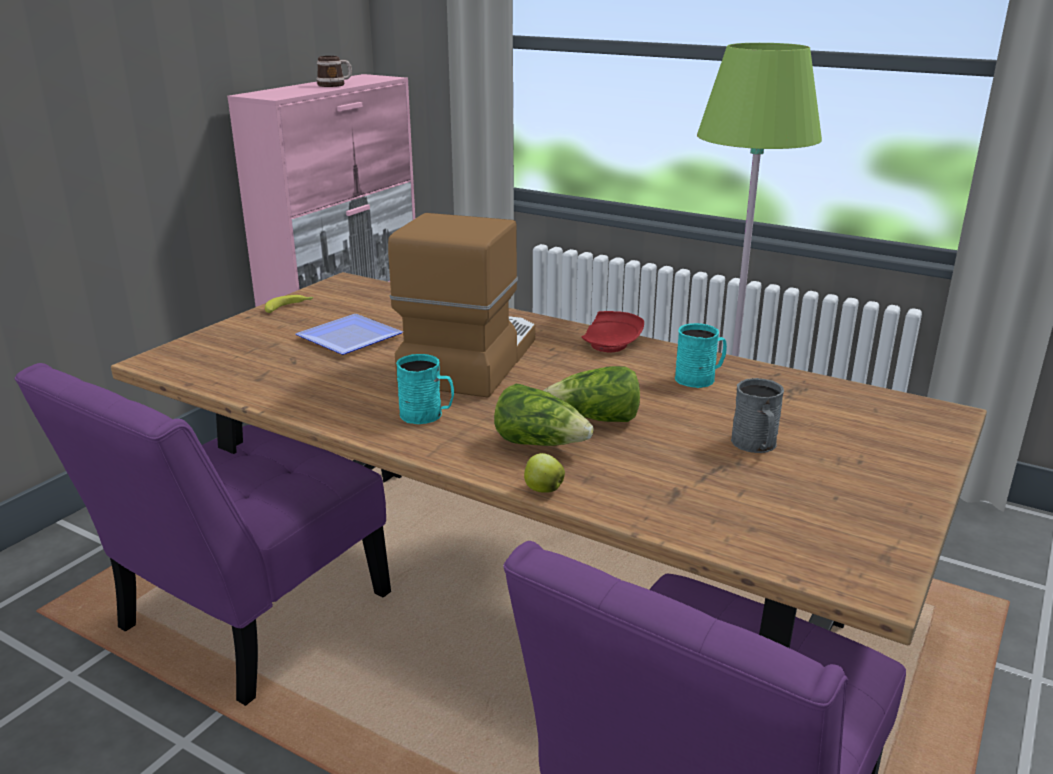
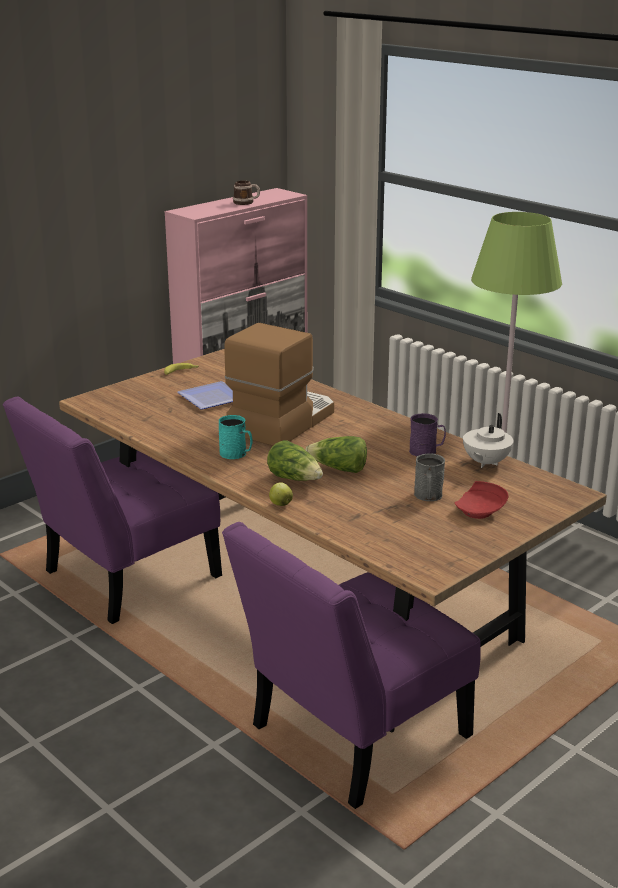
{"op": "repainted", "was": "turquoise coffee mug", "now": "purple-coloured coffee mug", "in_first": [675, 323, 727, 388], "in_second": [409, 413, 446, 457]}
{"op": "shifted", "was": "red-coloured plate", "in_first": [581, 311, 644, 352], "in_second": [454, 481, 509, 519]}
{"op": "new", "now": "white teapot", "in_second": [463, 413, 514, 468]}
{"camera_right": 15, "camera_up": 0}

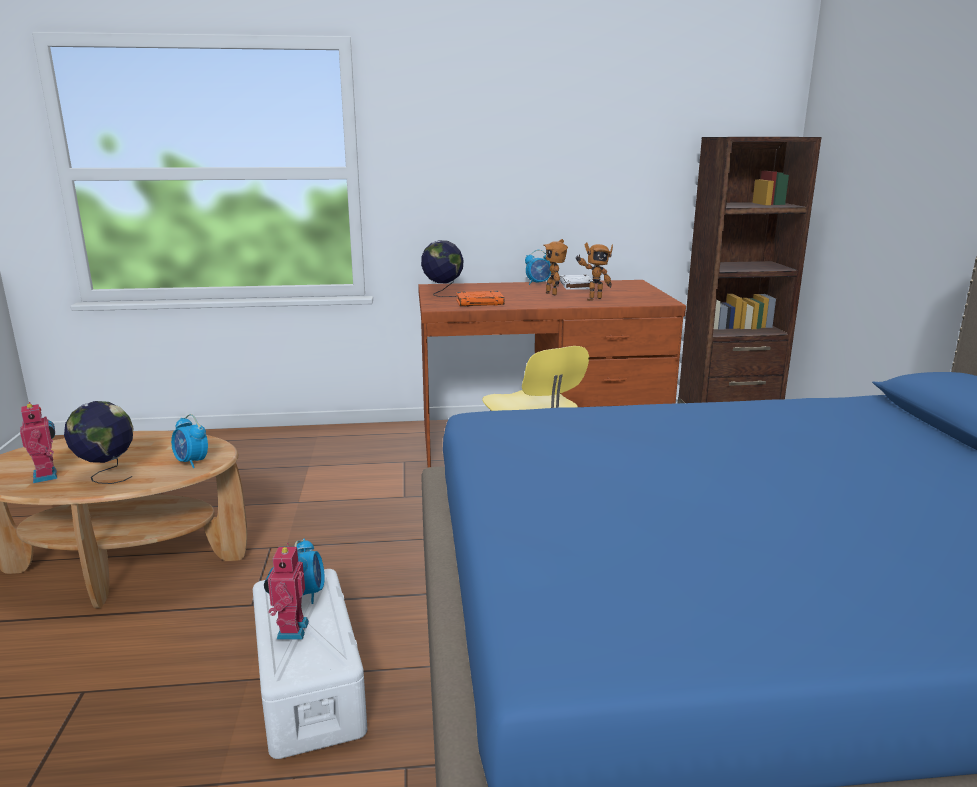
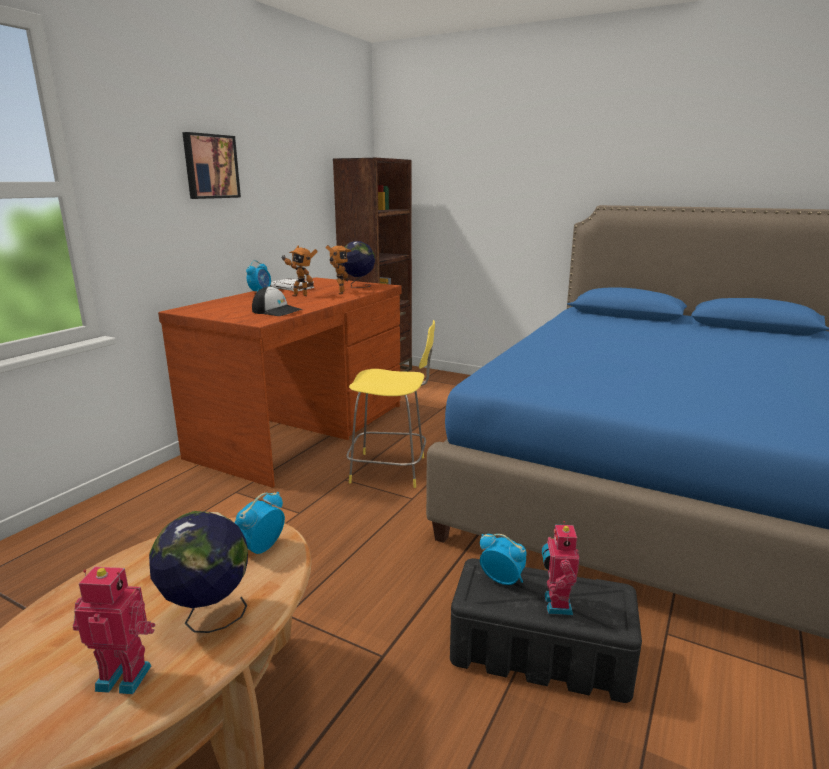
{"op": "new", "now": "picture", "in_second": [182, 132, 241, 199]}
{"op": "rotated", "was": "bedside clock", "in_first": [171, 414, 208, 468], "in_second": [234, 492, 285, 554], "clockwise": 135}
{"op": "swapped", "was": "orangey book", "now": "baseball cap", "in_first": [456, 291, 505, 306], "in_second": [252, 286, 303, 316]}
{"op": "shifted", "was": "world globe", "in_first": [421, 240, 463, 297], "in_second": [341, 241, 375, 288]}
{"op": "repainted", "was": "white storage container", "now": "blackish storage container", "in_first": [253, 569, 367, 759], "in_second": [450, 558, 642, 703]}
{"op": "rotated", "was": "model robot", "in_first": [264, 543, 309, 640], "in_second": [542, 521, 580, 615], "clockwise": 60}
{"camera_right": -55, "camera_up": 0}

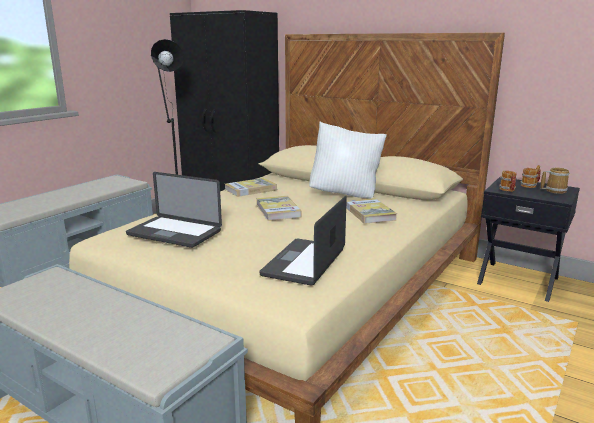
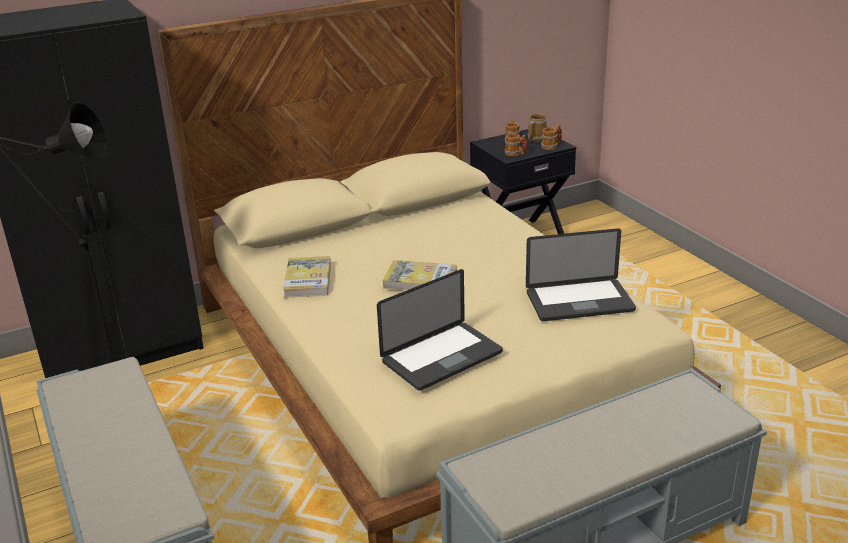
{"op": "rotated", "was": "laptop", "in_first": [260, 196, 347, 286], "in_second": [526, 228, 636, 321], "clockwise": -60}
{"op": "new", "now": "coffee mug", "in_second": [541, 124, 562, 150]}
{"op": "gone", "was": "white cushion", "in_first": [309, 122, 387, 198]}
{"op": "gone", "was": "book", "in_first": [346, 198, 397, 224]}
{"camera_right": -60, "camera_up": 10}

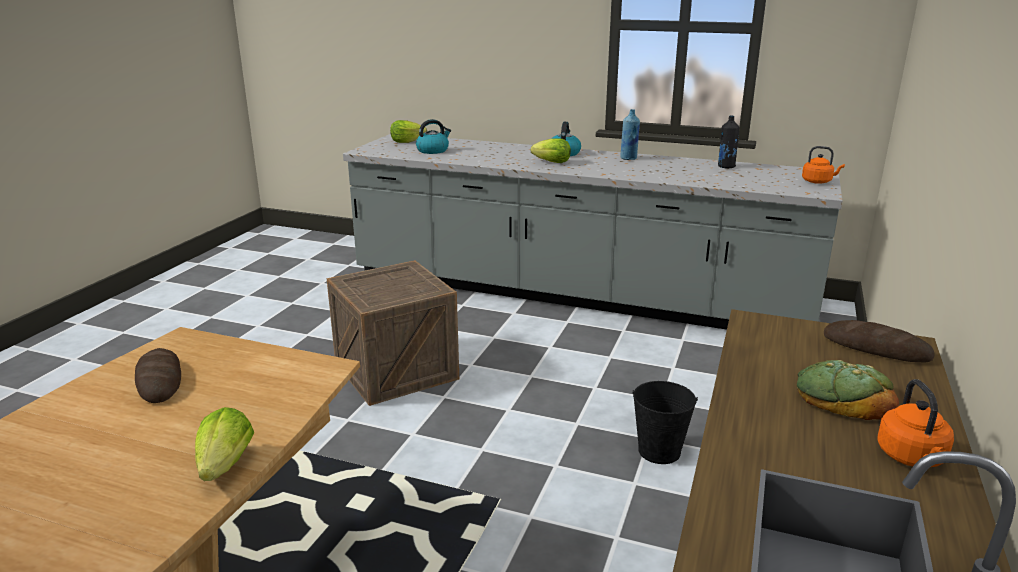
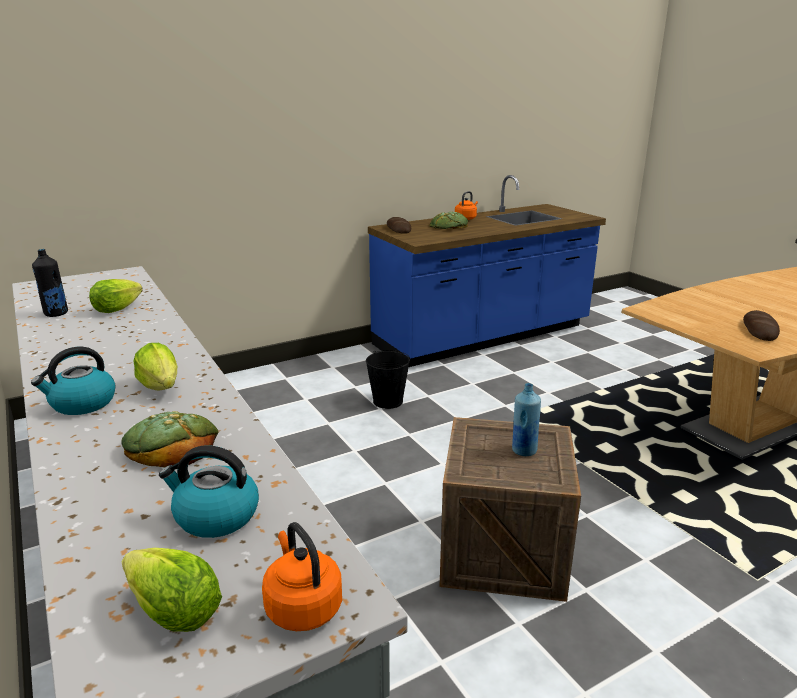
{"op": "shifted", "was": "head of lettuce", "in_first": [195, 407, 254, 481], "in_second": [89, 279, 143, 313]}
{"op": "new", "now": "baked bread", "in_second": [121, 411, 218, 468]}
{"op": "shifted", "was": "orangey tea kettle", "in_first": [802, 146, 845, 184], "in_second": [262, 522, 342, 631]}
{"op": "shifted", "was": "blue-coloured drink bottle", "in_first": [620, 109, 640, 160], "in_second": [512, 383, 541, 456]}
{"camera_right": -140, "camera_up": 0}

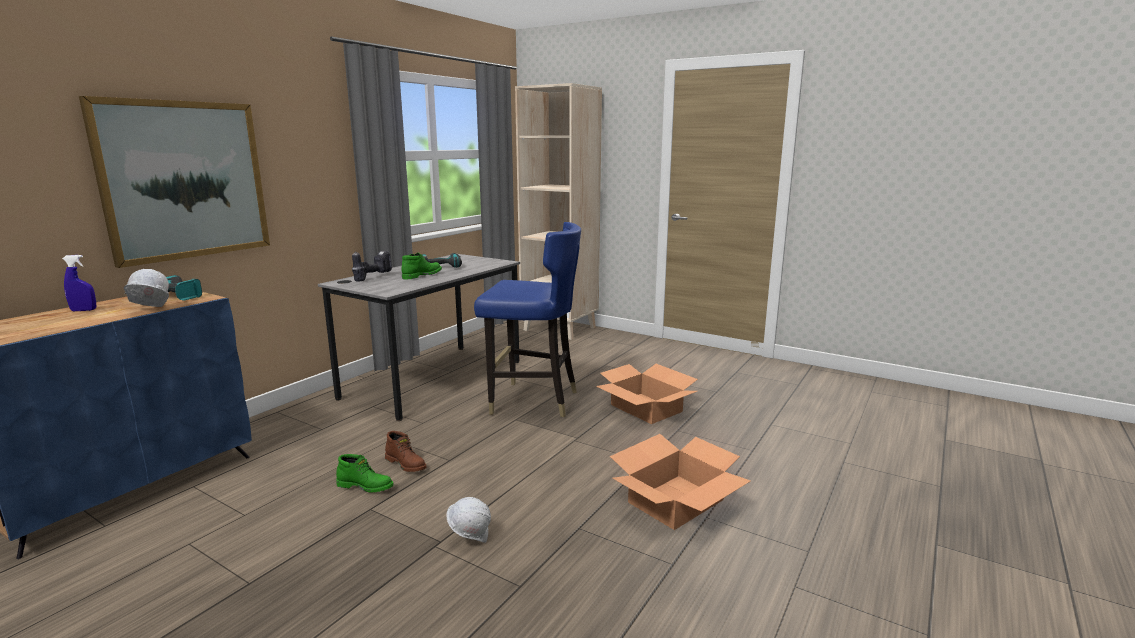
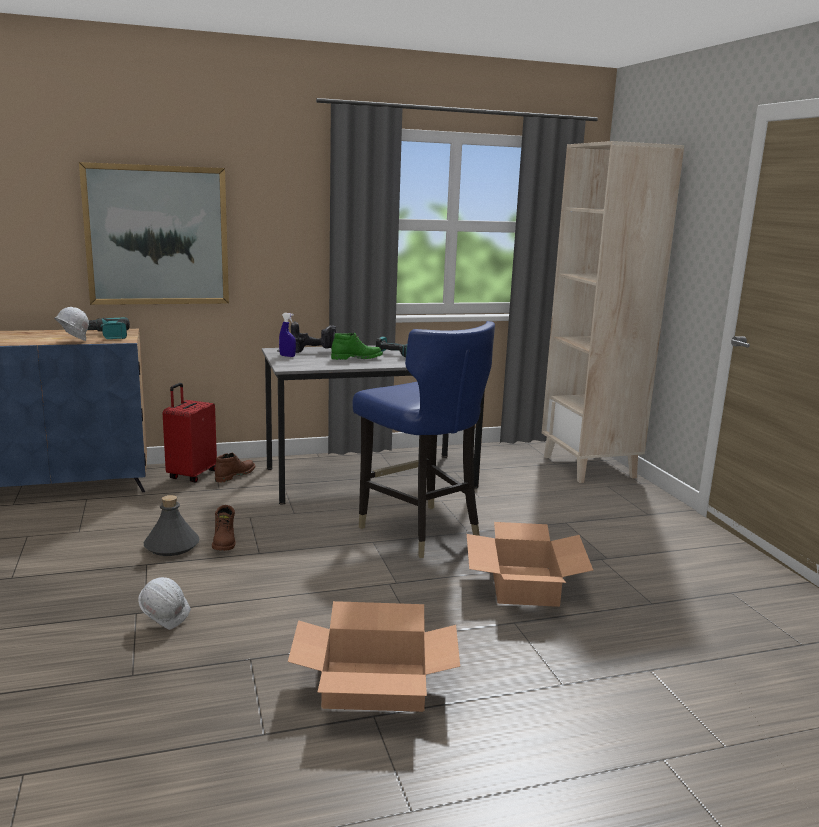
{"op": "swapped", "was": "green-coloured boot", "now": "gray drink bottle", "in_first": [336, 454, 394, 493], "in_second": [144, 495, 200, 556]}
{"op": "new", "now": "red-coloured suitcase", "in_second": [163, 383, 217, 482]}
{"op": "new", "now": "brownish boot", "in_second": [215, 453, 256, 483]}
{"op": "shifted", "was": "blue-coloured hand sprayer", "in_first": [62, 255, 97, 311], "in_second": [279, 313, 296, 357]}
{"camera_right": 40, "camera_up": 0}

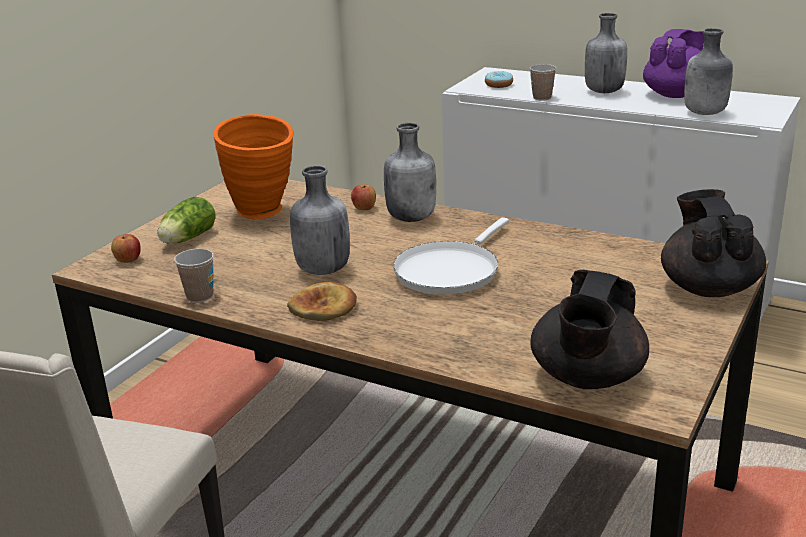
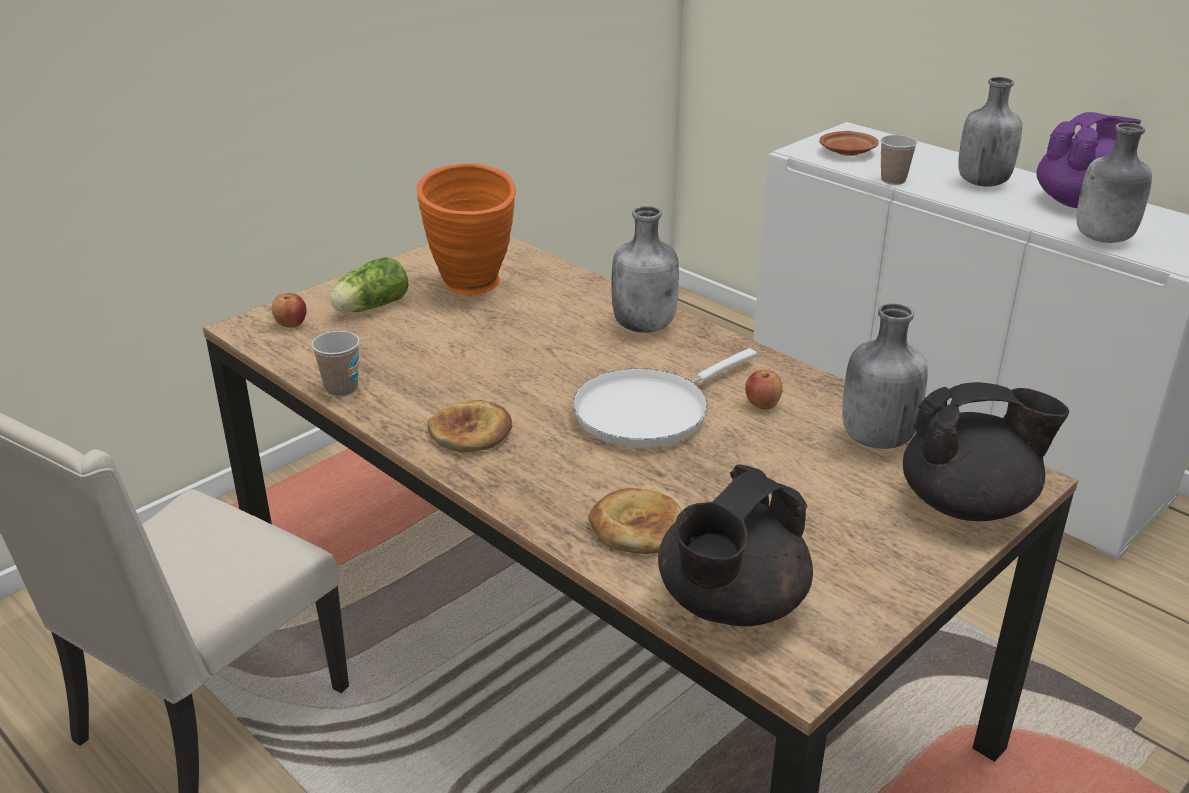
{"op": "new", "now": "baked bread", "in_second": [588, 488, 682, 554]}
{"op": "shifted", "was": "apple", "in_first": [351, 184, 376, 210], "in_second": [745, 370, 782, 409]}
{"op": "swapped", "was": "doughnut", "now": "brownish plate", "in_first": [485, 71, 513, 88], "in_second": [819, 131, 879, 156]}
{"op": "shifted", "was": "gray drink bottle", "in_first": [290, 166, 350, 275], "in_second": [842, 303, 928, 449]}
{"op": "rotated", "was": "blackish teapot", "in_first": [661, 189, 766, 297], "in_second": [903, 382, 1069, 521], "clockwise": 75}
{"camera_right": 15, "camera_up": 5}

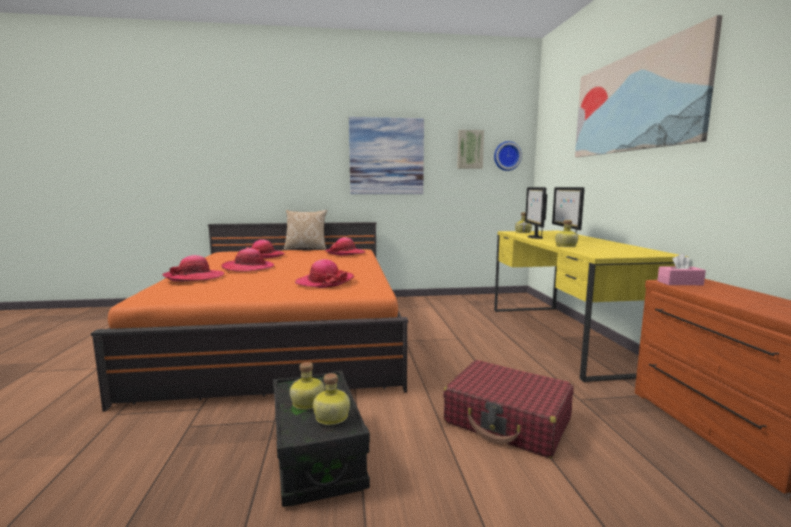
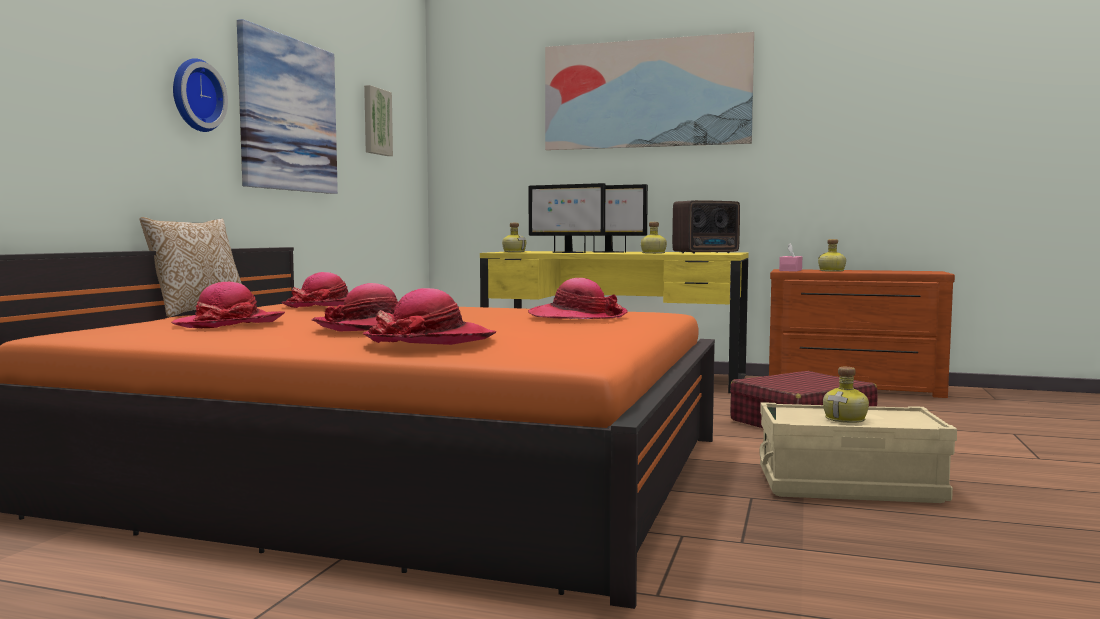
{"op": "shifted", "was": "hanging clock", "in_first": [494, 141, 522, 171], "in_second": [173, 58, 228, 132]}
{"op": "new", "now": "radio", "in_second": [672, 200, 740, 254]}
{"op": "repainted", "was": "blackish storage container", "now": "beige storage container", "in_first": [273, 371, 370, 507], "in_second": [759, 402, 957, 503]}
{"op": "shifted", "was": "drink bottle", "in_first": [313, 373, 350, 425], "in_second": [818, 239, 846, 272]}
{"camera_right": -65, "camera_up": -5}

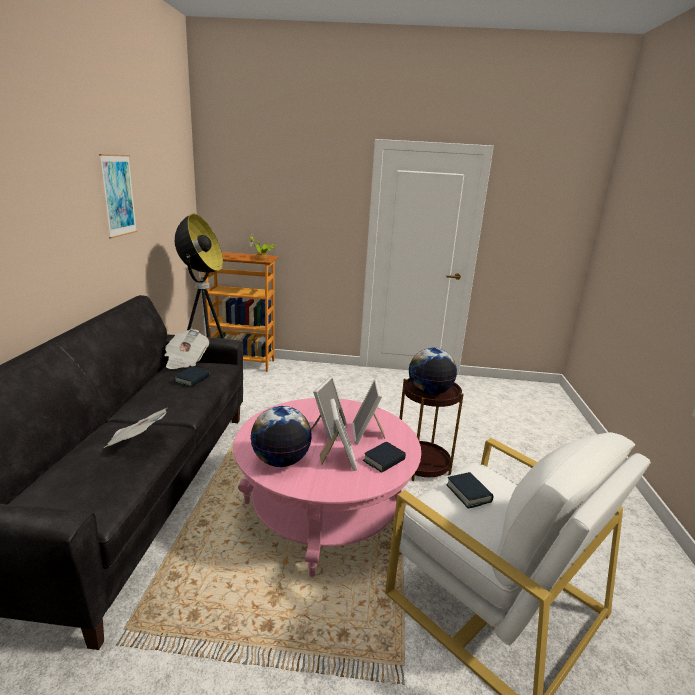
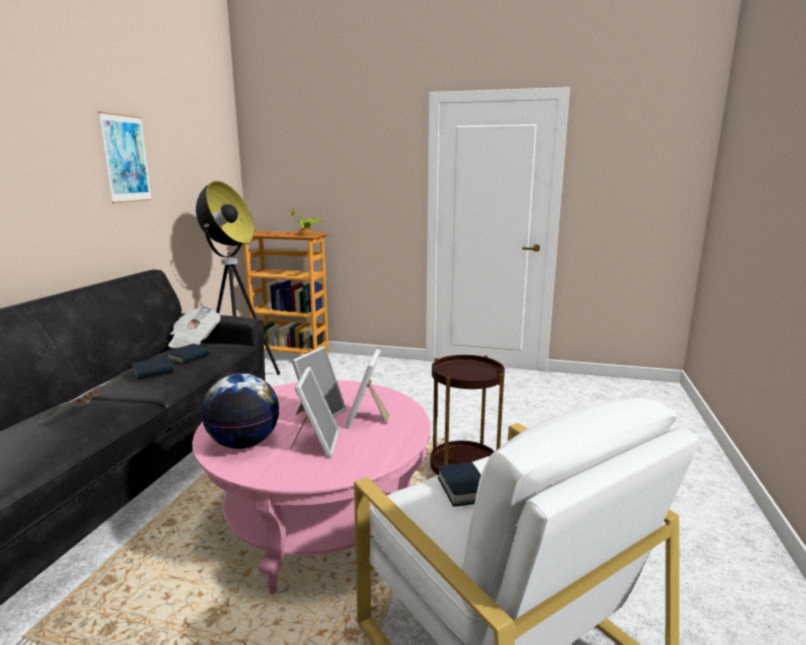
{"op": "shifted", "was": "book", "in_first": [363, 442, 406, 473], "in_second": [132, 357, 174, 379]}
{"op": "gone", "was": "world globe", "in_first": [409, 348, 457, 395]}
{"camera_right": 10, "camera_up": -5}

